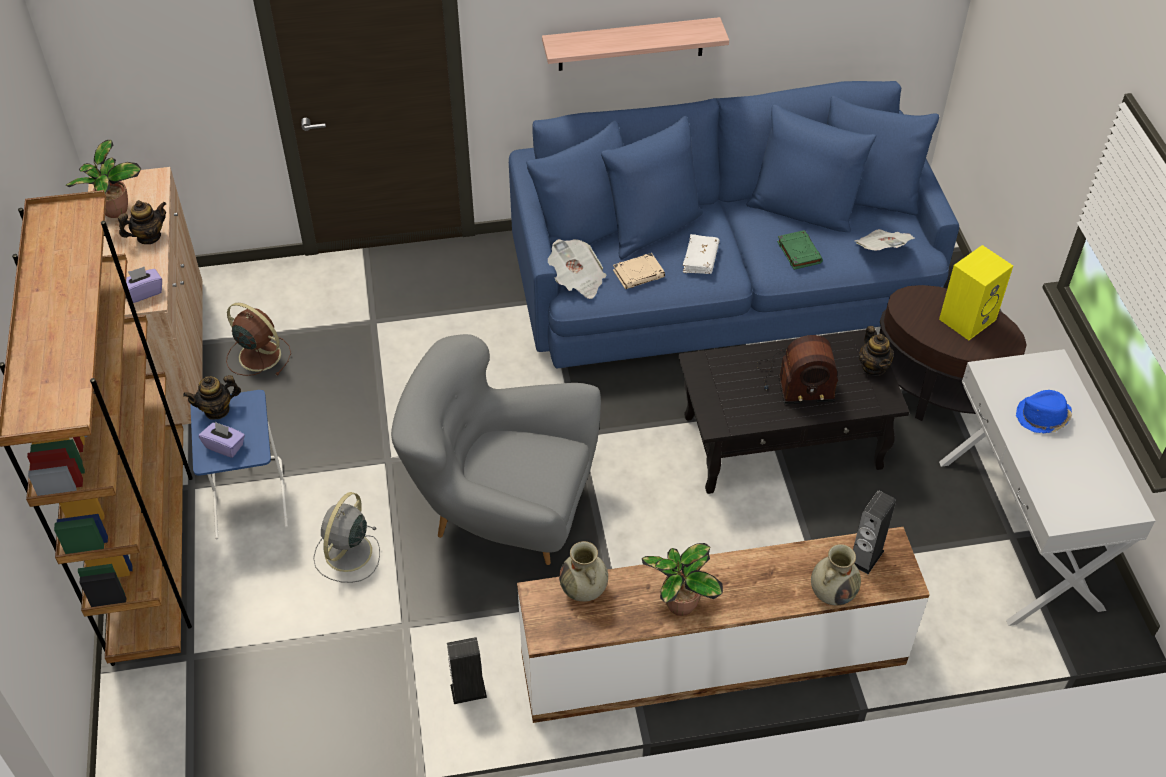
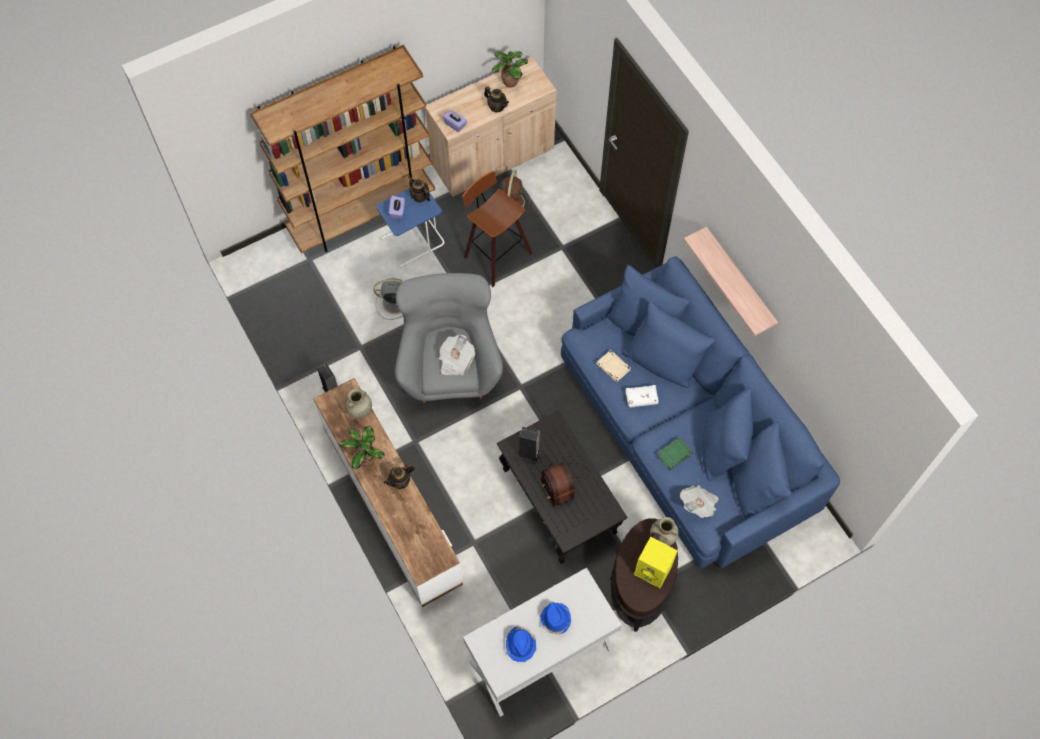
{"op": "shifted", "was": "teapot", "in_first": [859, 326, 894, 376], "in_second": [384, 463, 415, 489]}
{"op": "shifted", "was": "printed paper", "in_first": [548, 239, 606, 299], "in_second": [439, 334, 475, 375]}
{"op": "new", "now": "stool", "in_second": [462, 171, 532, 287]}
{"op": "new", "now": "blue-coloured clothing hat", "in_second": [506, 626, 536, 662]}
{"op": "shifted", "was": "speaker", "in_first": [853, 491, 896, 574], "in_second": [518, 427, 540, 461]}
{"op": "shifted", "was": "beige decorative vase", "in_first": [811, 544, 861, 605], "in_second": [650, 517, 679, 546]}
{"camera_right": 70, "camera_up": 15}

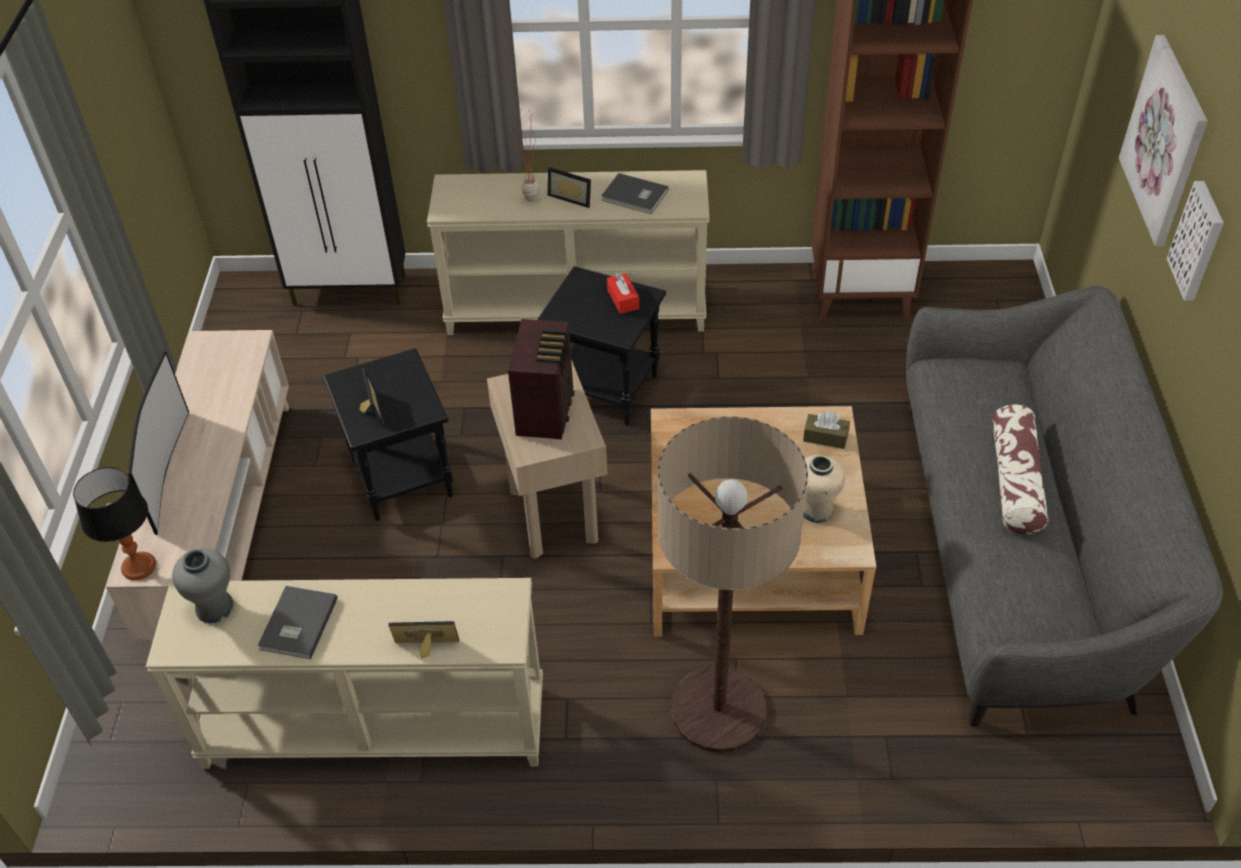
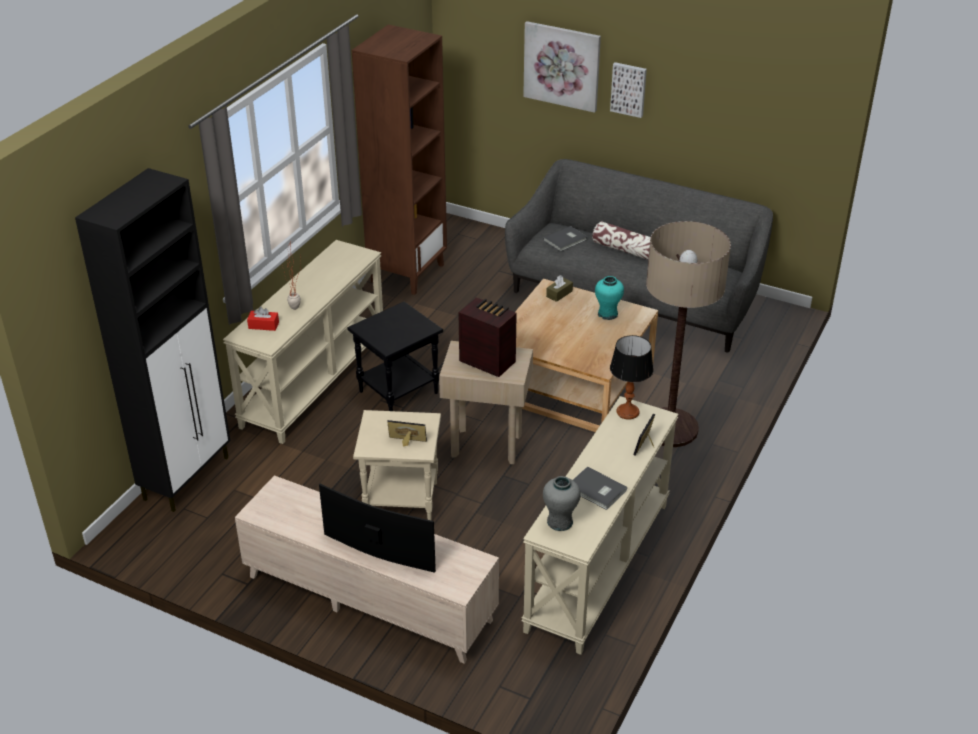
{"op": "shifted", "was": "red-coloured box of tissues", "in_first": [607, 273, 639, 314], "in_second": [247, 307, 279, 331]}
{"op": "repainted", "was": "blackish side table", "now": "beige side table", "in_first": [323, 348, 453, 521], "in_second": [353, 410, 441, 521]}
{"op": "shifted", "was": "gray book", "in_first": [601, 173, 669, 214], "in_second": [543, 226, 587, 252]}
{"op": "repainted", "was": "beige decorative vase", "now": "turquoise decorative vase", "in_first": [803, 455, 845, 523], "in_second": [595, 276, 624, 320]}
{"op": "shifted", "was": "lamp for a table", "in_first": [73, 467, 156, 580], "in_second": [610, 335, 653, 420]}
{"op": "gone", "was": "picture frame", "in_first": [548, 167, 591, 208]}
{"camera_right": -65, "camera_up": -10}

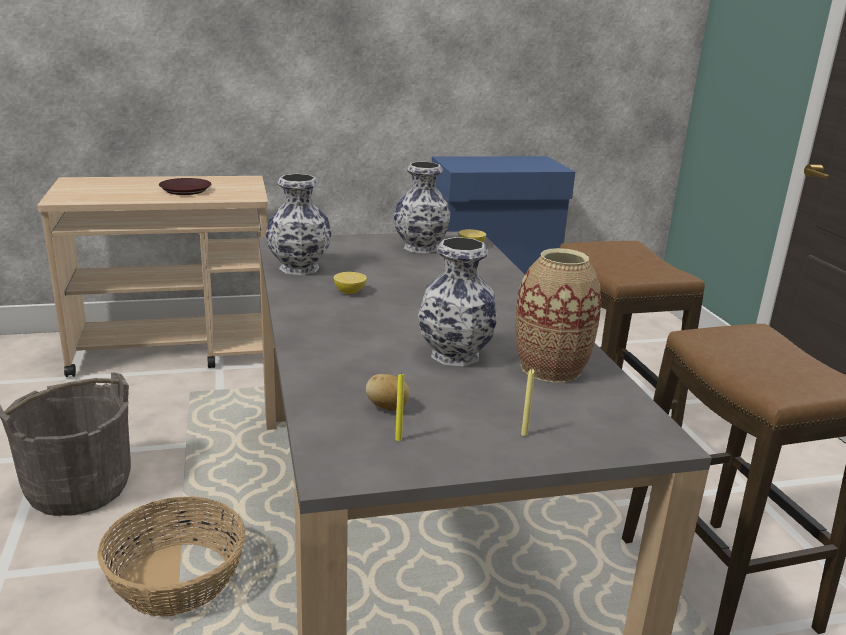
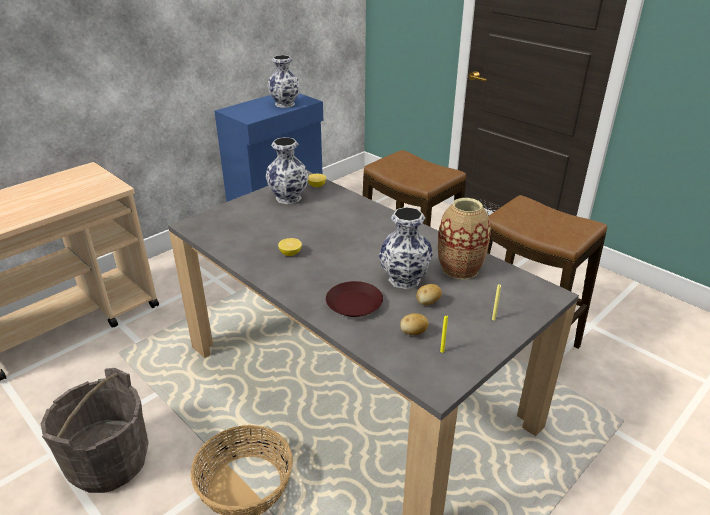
{"op": "shifted", "was": "decorative vase", "in_first": [265, 174, 332, 275], "in_second": [267, 55, 300, 108]}
{"op": "shifted", "was": "brownish plate", "in_first": [159, 178, 211, 195], "in_second": [326, 281, 383, 317]}
{"op": "new", "now": "potato", "in_second": [416, 284, 442, 305]}
{"camera_right": -30, "camera_up": 10}

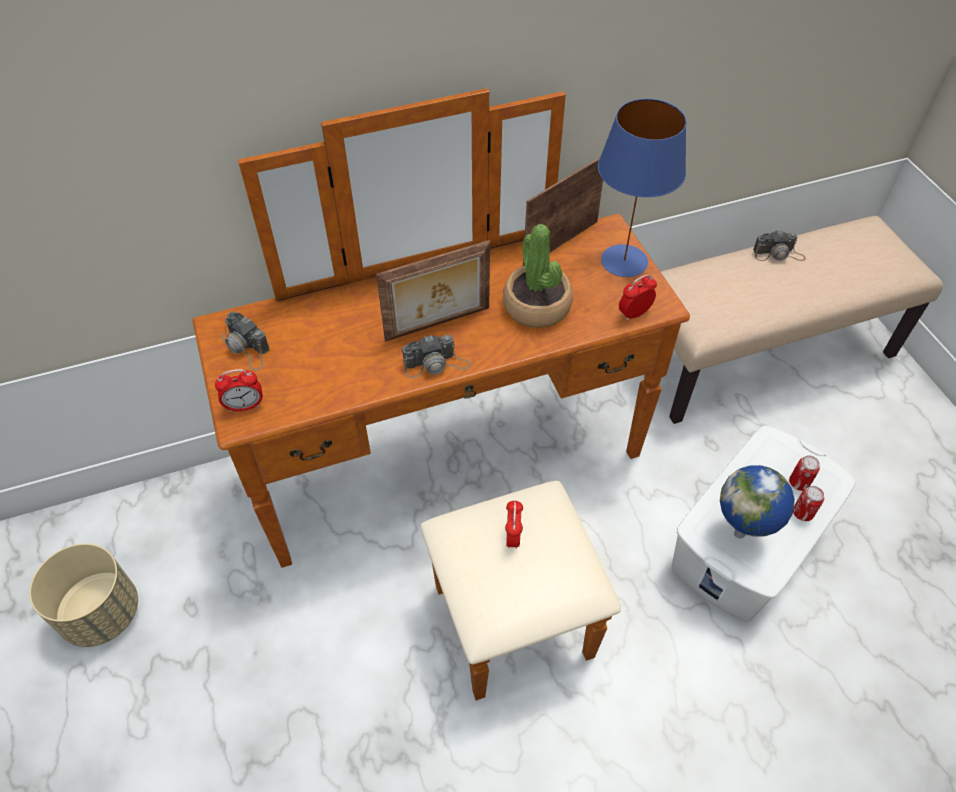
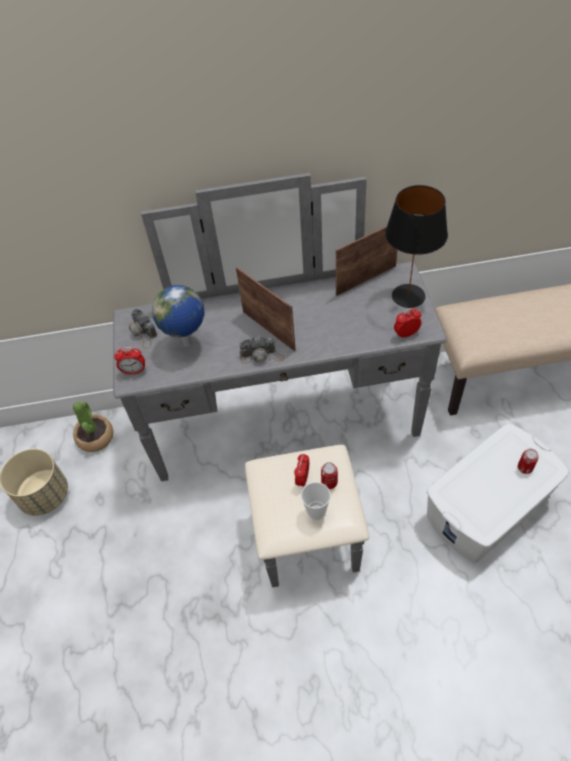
{"op": "shifted", "was": "plant in a pot", "in_first": [503, 224, 573, 328], "in_second": [73, 402, 114, 452]}
{"op": "repainted", "was": "brownish chest of drawers", "now": "gray chest of drawers", "in_first": [192, 88, 690, 701], "in_second": [113, 173, 447, 588]}
{"op": "shifted", "was": "world globe", "in_first": [720, 465, 795, 538], "in_second": [152, 285, 205, 347]}
{"op": "rotated", "was": "picture frame", "in_first": [376, 240, 490, 341], "in_second": [236, 267, 296, 351], "clockwise": -120}
{"op": "new", "now": "drinking cup", "in_second": [301, 482, 331, 520]}
{"op": "shifted", "was": "sealed can", "in_first": [793, 486, 824, 521], "in_second": [321, 462, 338, 489]}
{"op": "repainted", "was": "blue-coloured lamp for a table", "now": "blackish lamp for a table", "in_first": [598, 99, 687, 277], "in_second": [385, 185, 448, 308]}
{"op": "gone", "was": "photo camera", "in_first": [753, 230, 806, 261]}
{"camera_right": 15, "camera_up": 0}

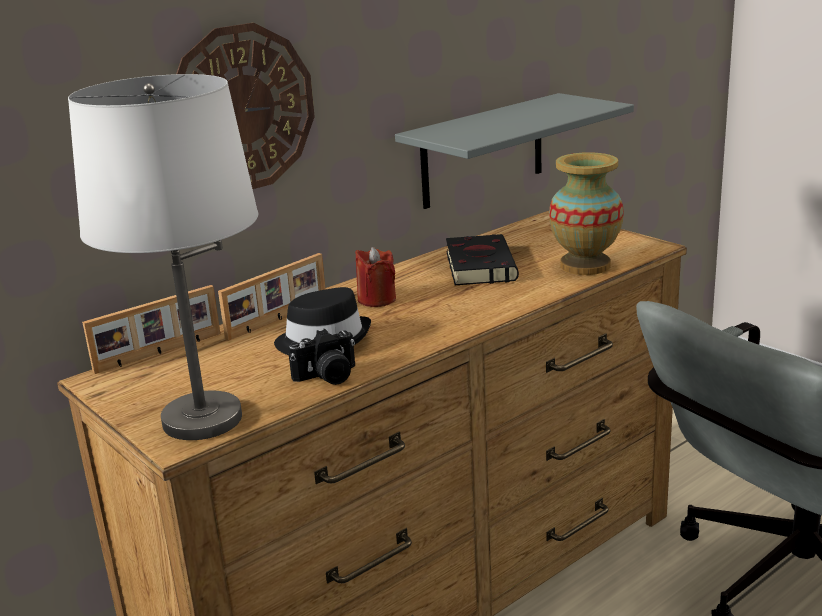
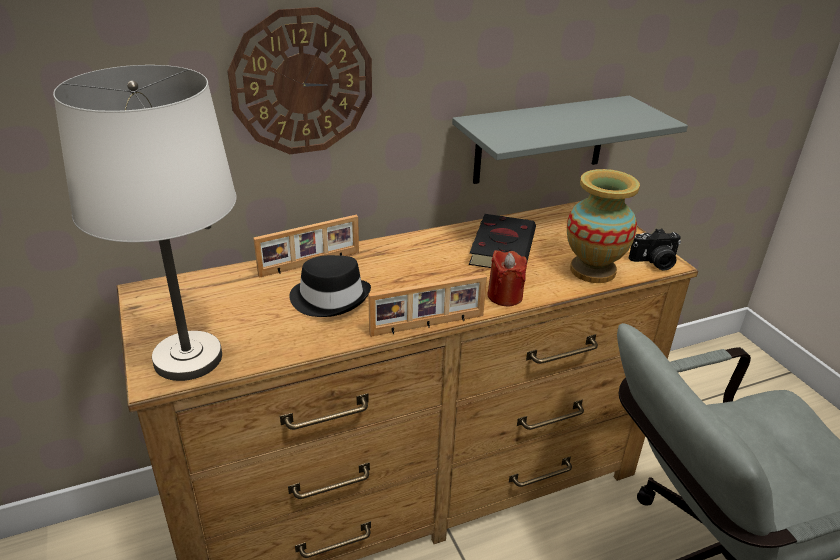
{"op": "shifted", "was": "picture frame", "in_first": [82, 285, 220, 374], "in_second": [368, 274, 487, 337]}
{"op": "shifted", "was": "red-coloured wax candle", "in_first": [355, 247, 396, 307], "in_second": [488, 250, 527, 307]}
{"op": "shifted", "was": "photo camera", "in_first": [288, 329, 355, 385], "in_second": [629, 228, 681, 270]}
{"camera_right": 15, "camera_up": 10}

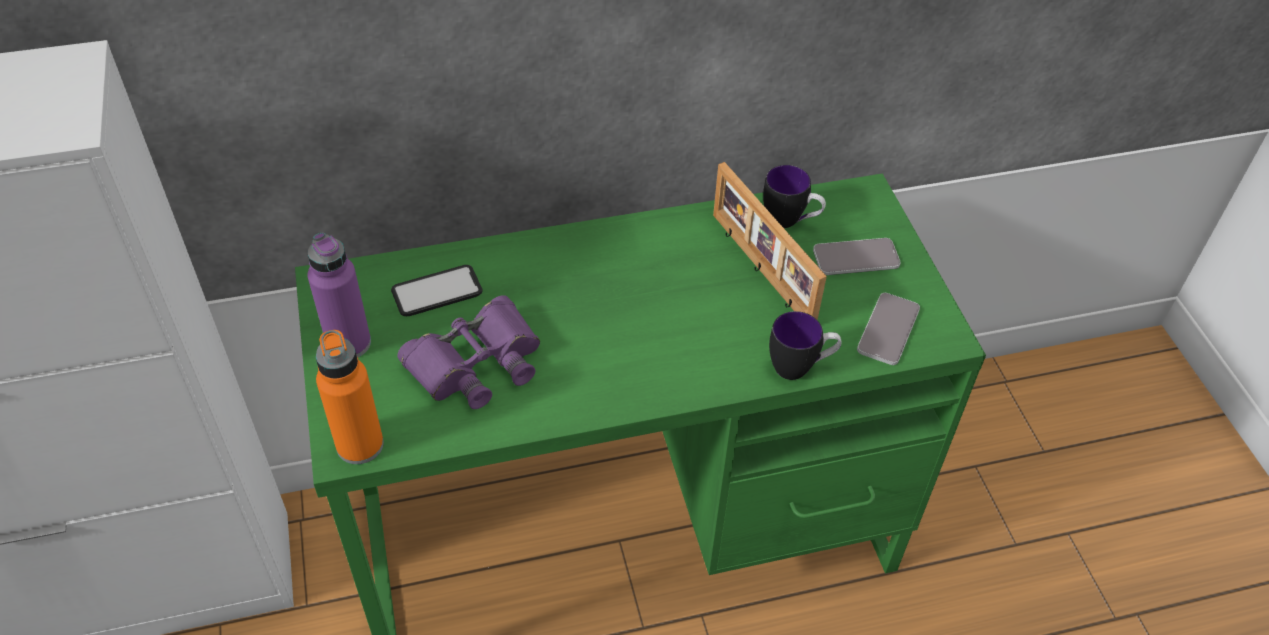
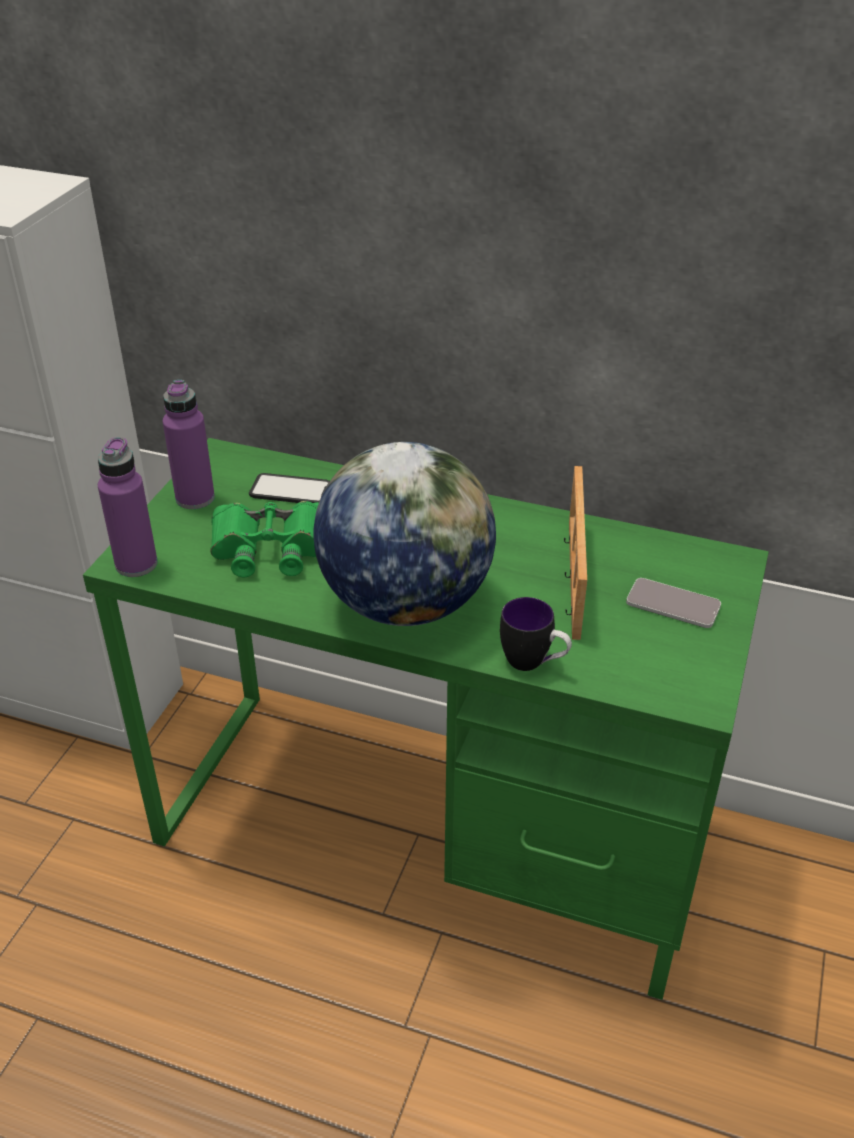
{"op": "repainted", "was": "orangey drink bottle", "now": "purple-coloured drink bottle", "in_first": [316, 330, 384, 464], "in_second": [98, 437, 158, 577]}
{"op": "repainted", "was": "purple-coloured binoculars", "now": "green-coloured binoculars", "in_first": [397, 295, 540, 409], "in_second": [211, 501, 319, 577]}
{"op": "new", "now": "world globe", "in_second": [313, 442, 496, 626]}
{"op": "gone", "was": "coffee mug", "in_first": [763, 165, 826, 228]}
{"op": "gone", "was": "handset", "in_first": [857, 293, 920, 365]}
{"camera_right": 35, "camera_up": -10}

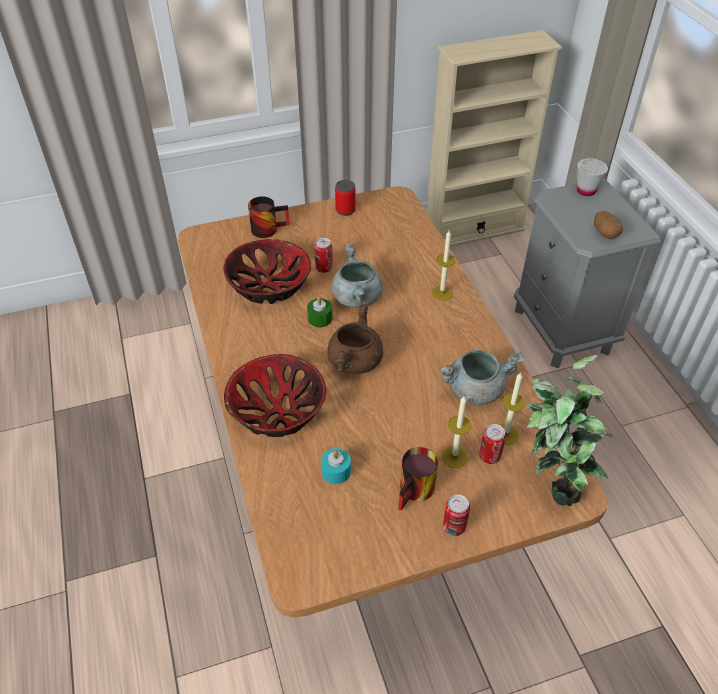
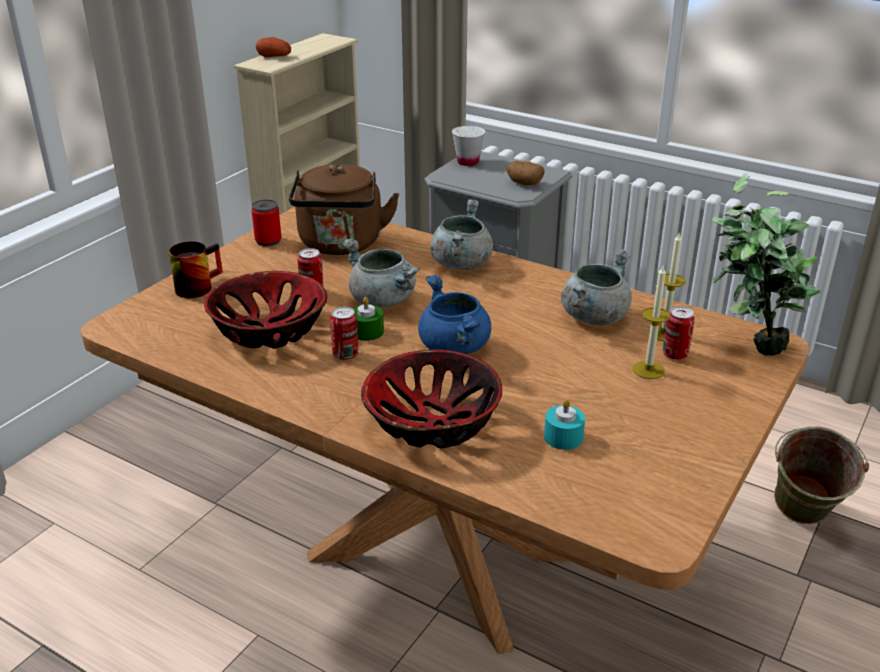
{"op": "new", "now": "potato", "in_second": [256, 37, 291, 57]}
{"op": "new", "now": "brownish tea kettle", "in_second": [289, 164, 400, 255]}
{"op": "shifted", "was": "sealed can", "in_first": [443, 494, 470, 536], "in_second": [330, 307, 358, 360]}
{"op": "repainted", "was": "brownish cooking pot", "now": "blue-coloured cooking pot", "in_first": [327, 303, 383, 374], "in_second": [418, 275, 491, 354]}
{"op": "swapped", "was": "wax candle", "now": "gray cooking pot", "in_first": [432, 230, 455, 301], "in_second": [430, 199, 493, 270]}
{"op": "new", "now": "green-coloured water bucket", "in_second": [774, 426, 869, 524]}
{"op": "gone", "was": "coffee mug", "in_first": [398, 447, 438, 511]}
{"camera_right": -40, "camera_up": -15}

